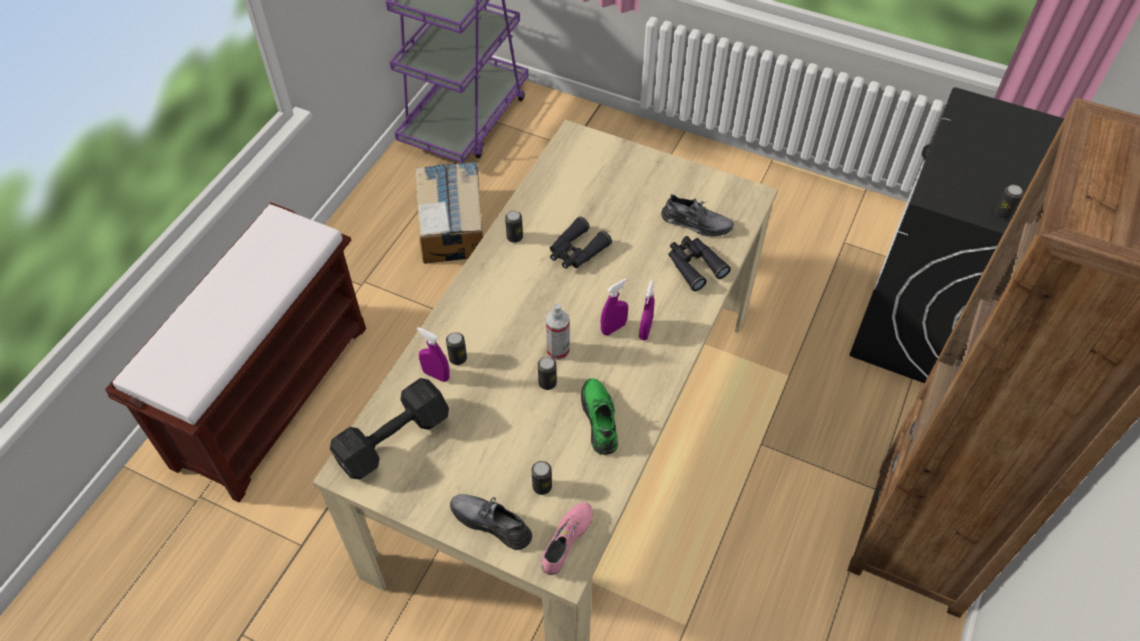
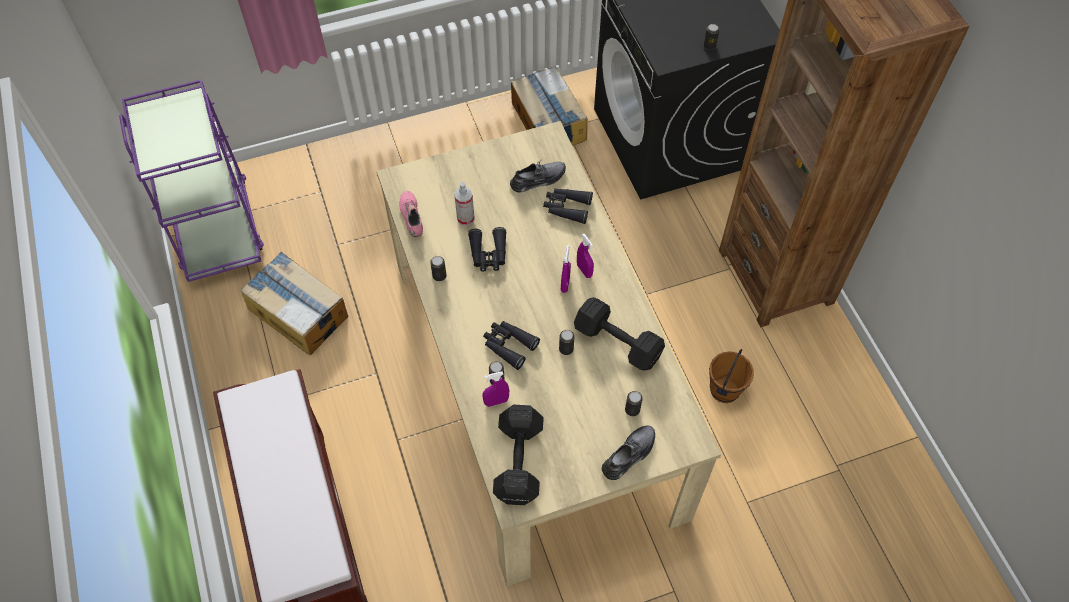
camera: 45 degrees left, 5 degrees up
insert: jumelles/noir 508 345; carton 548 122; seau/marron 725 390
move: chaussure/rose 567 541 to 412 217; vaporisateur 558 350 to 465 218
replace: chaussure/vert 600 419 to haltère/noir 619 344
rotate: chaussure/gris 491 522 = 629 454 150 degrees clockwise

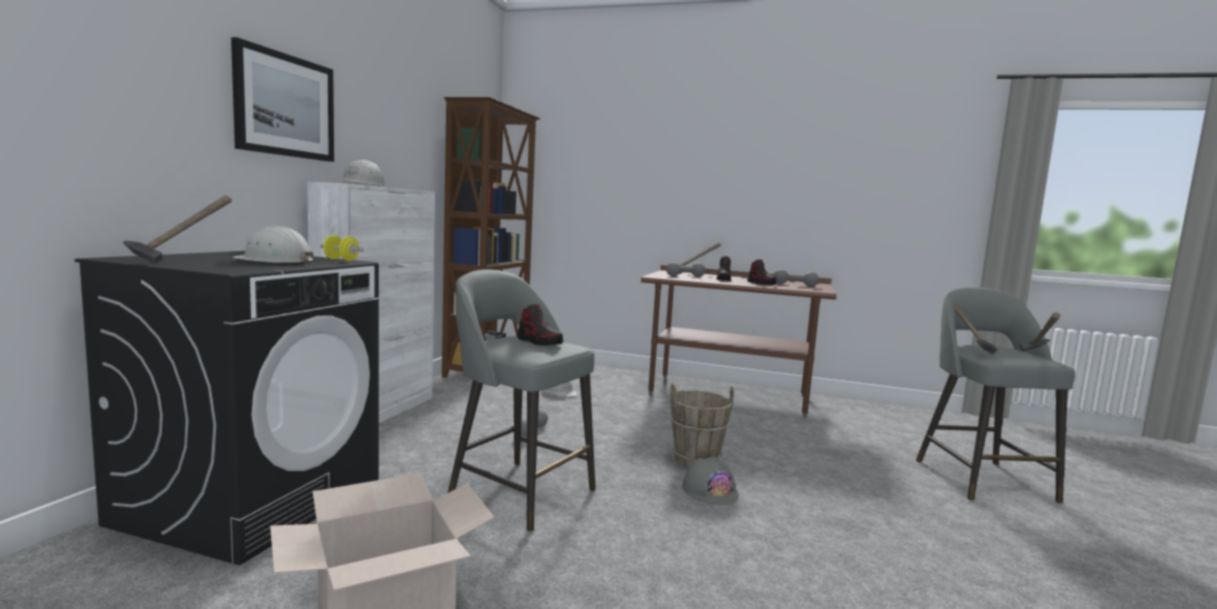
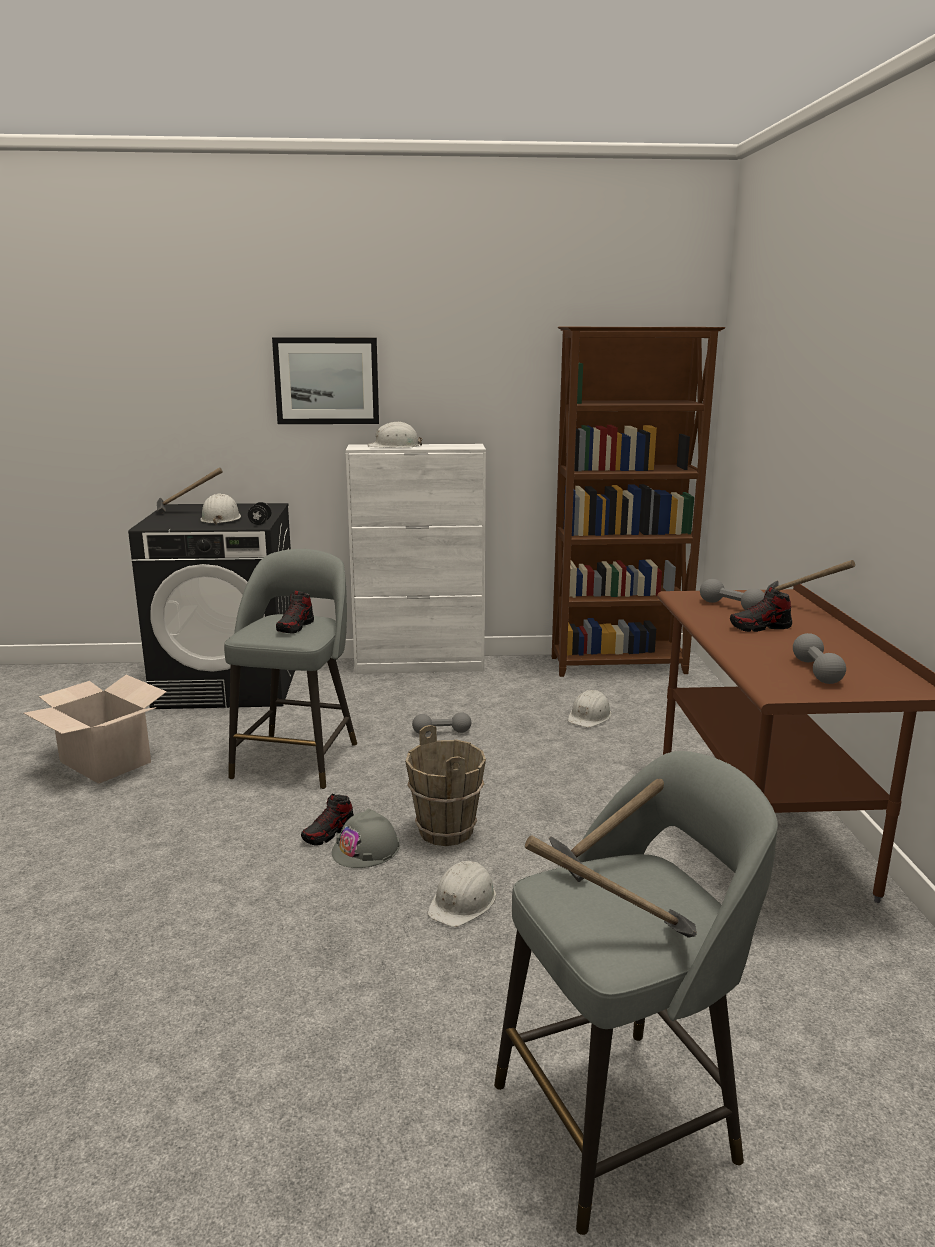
camera: 70 degrees right, 10 degrees up
insert: casque de chantier/blanc 463 902
move: chaussure 761 283 to 329 833
recolor: haltère/jaune 341 260 to haltère/noir 260 523

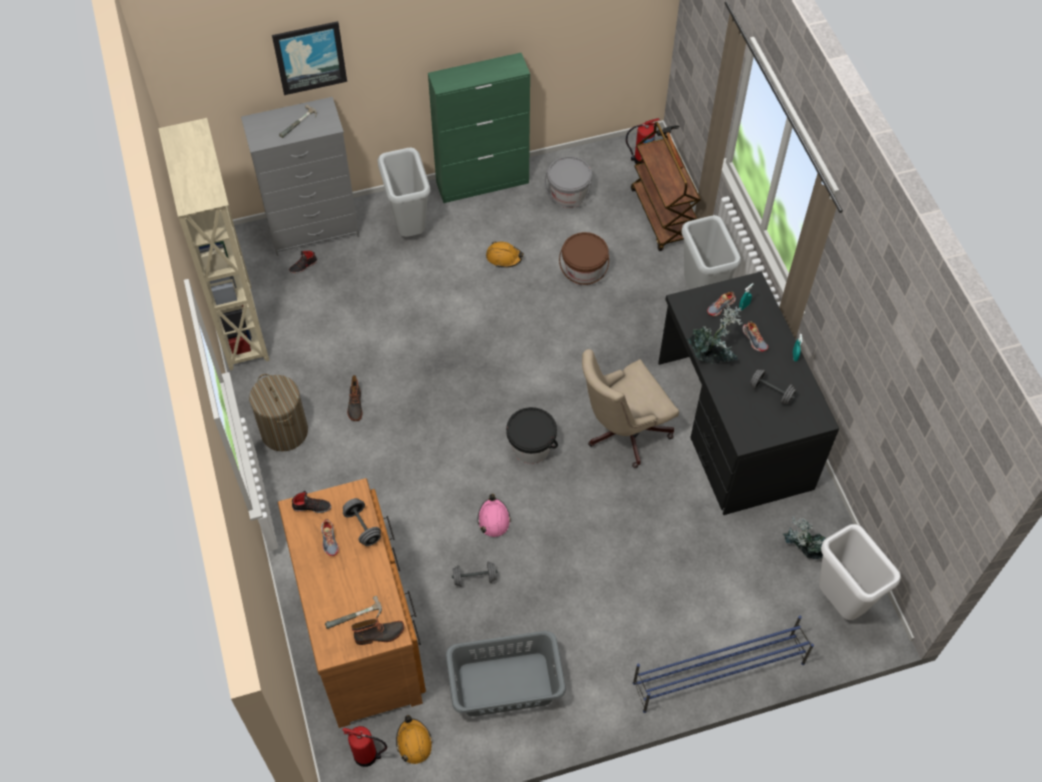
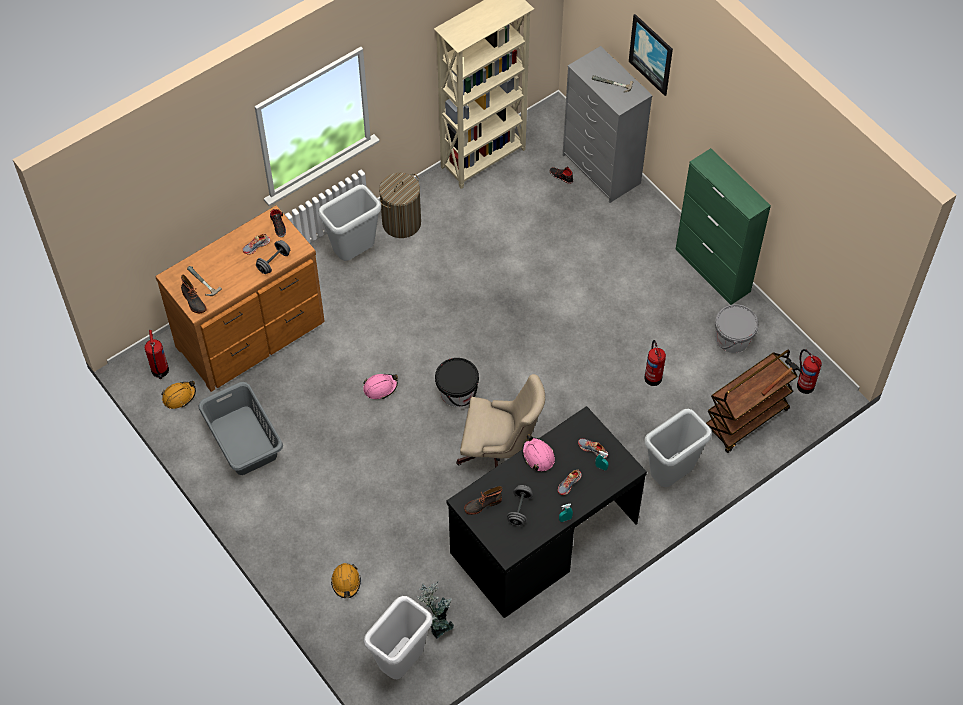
camera: 70 degrees right, 0 degrees up
delete: haltère/gris 474 578; étagère à chaussures/bleu 718 673
move: botte 355 405 to 482 504; poubelle/gris 410 228 to 354 254; casque de chantier/orange 504 257 to 346 582
replace: seau/marron 583 271 to extincteur 653 377; plante en pot 712 356 to casque de chantier/rose 538 456
rotate: chaise de bureau/beige 622 432 = 500 454 150 degrees clockwise

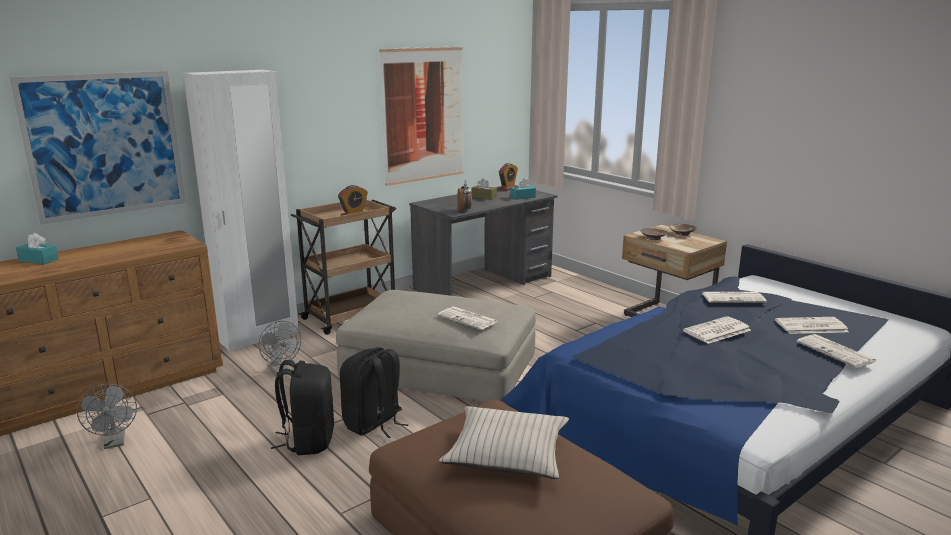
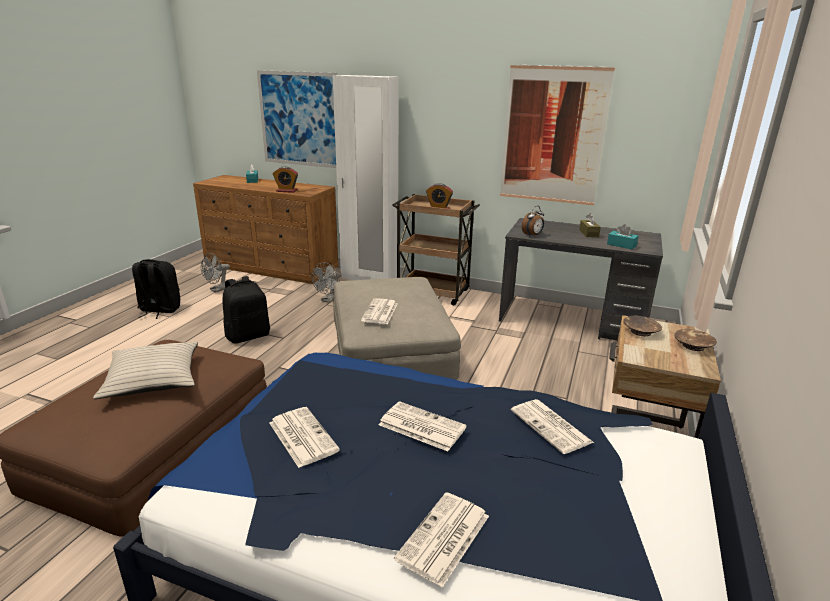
camera: 60 degrees right, 5 degrees up
move: sac à dos/noir 374 424 to 159 310; réveil 508 188 to 286 191; journal 810 326 to 302 436

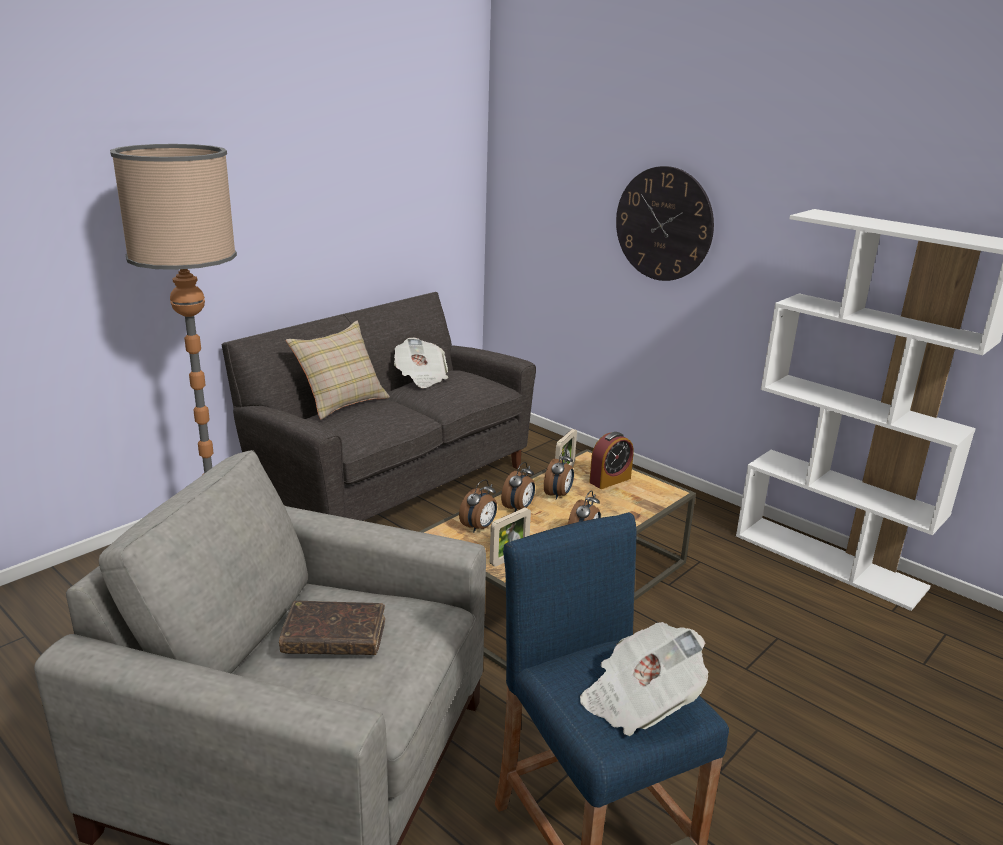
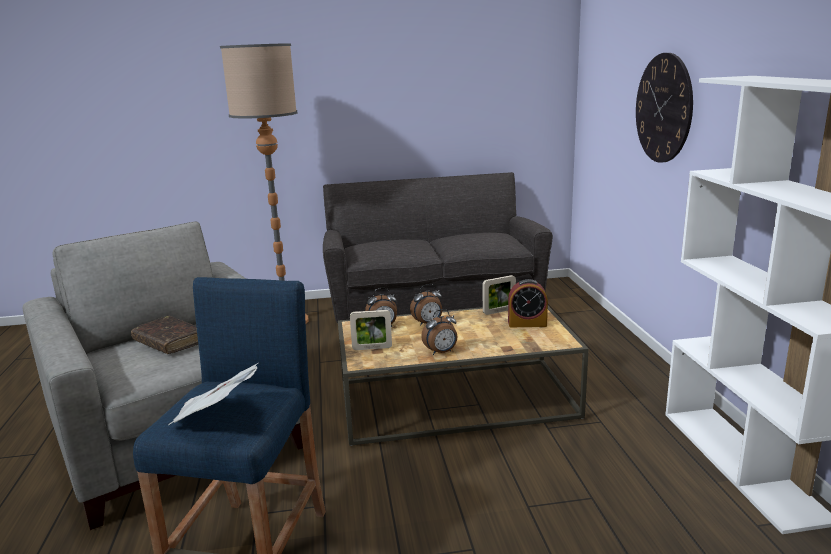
camera: 40 degrees right, 5 degrees down
delete: coussin/beige 341 402; journal 421 377; réveil 558 495

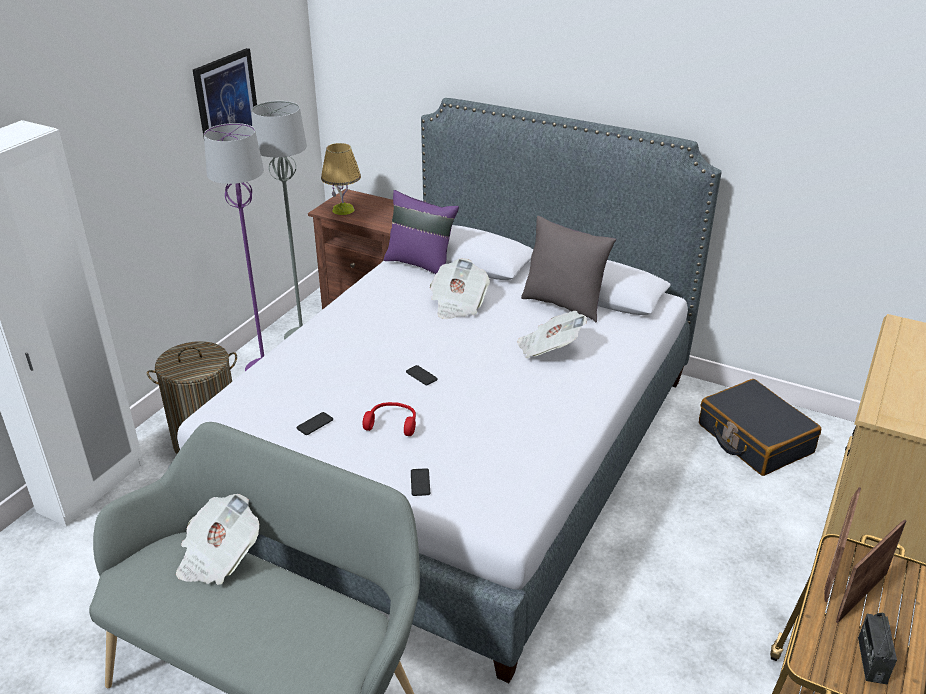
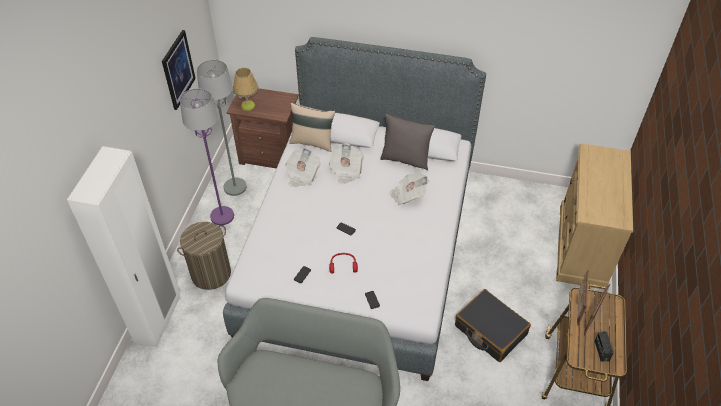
camera: 15 degrees left, 15 degrees up
move: journal 218 557 to 302 175; valise/noir 754 439 to 490 330
recolor: coussin/violet 421 264 to coussin/beige 312 142

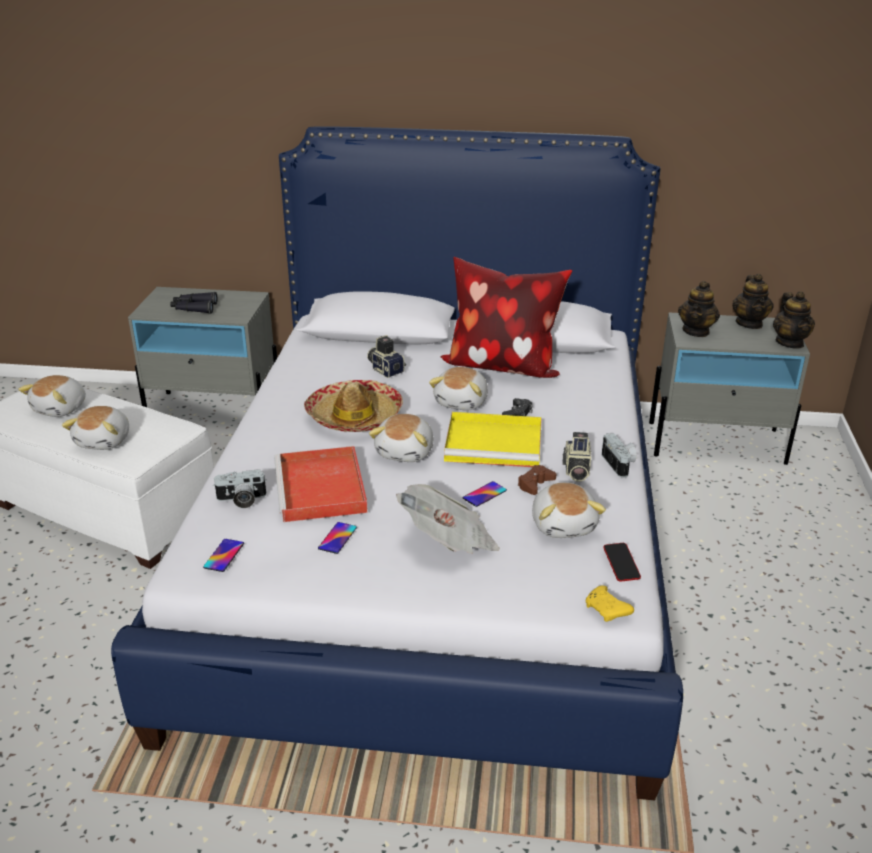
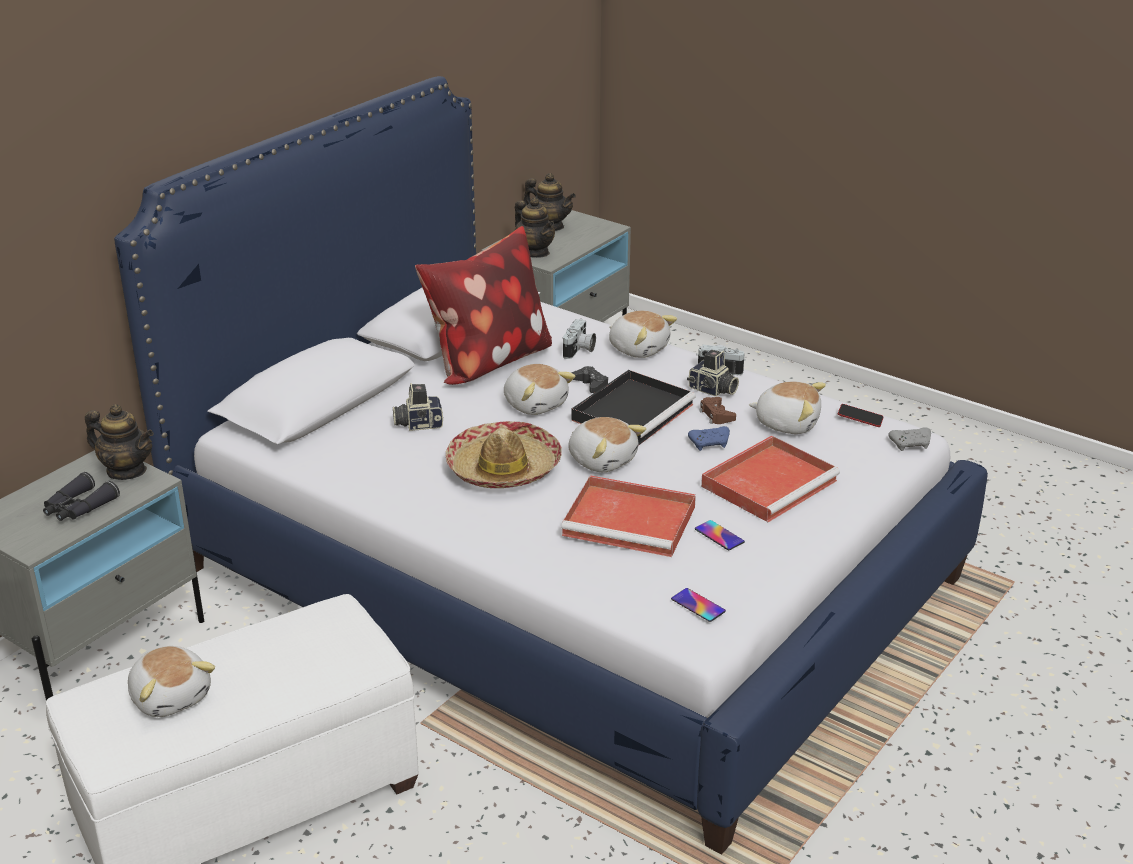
camera: 60 degrees left, 0 degrees up
move: peluche 104 441 to 639 348; appareil photo 241 500 to 579 350; théière 790 342 to 126 471
replace: journal 449 542 to plateau/rouge 770 482; téléphone 484 494 to manette/bleu 710 443
recolor: plateau/jaune 496 444 to plateau/noir 633 411; manette/jaune 607 610 to manette/gris 911 444

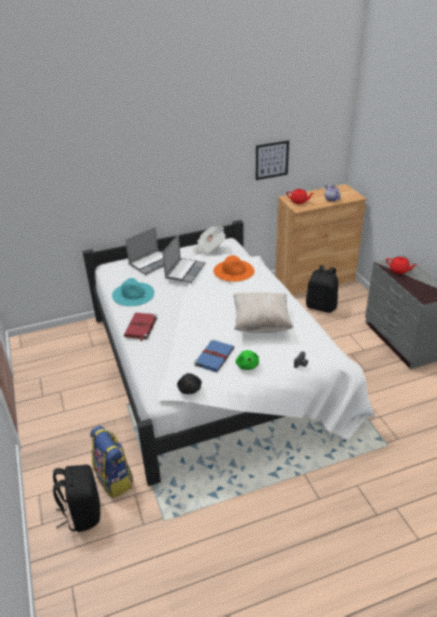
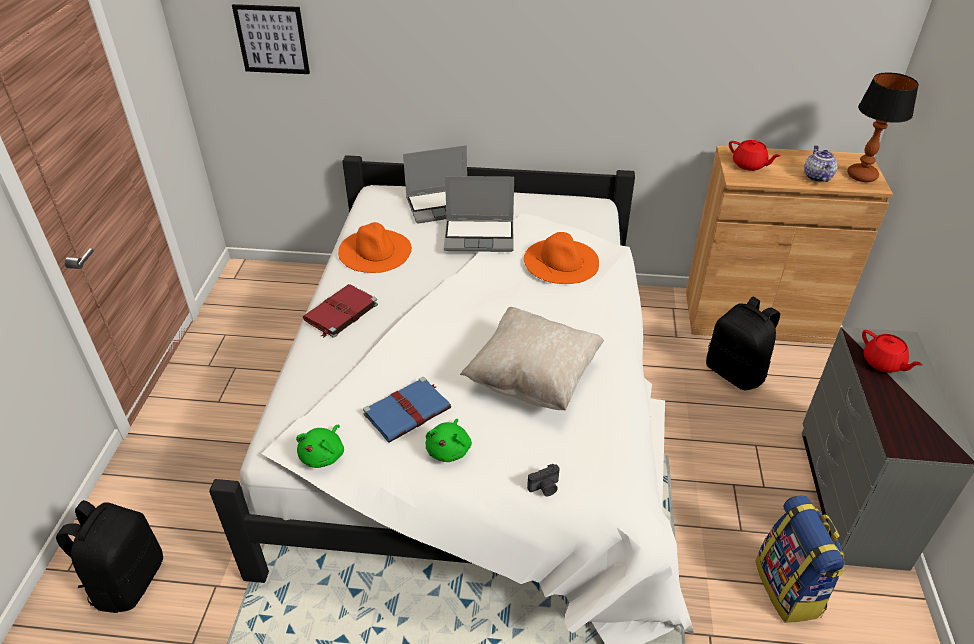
camera: 25 degrees right, 5 degrees up
delete: journal 209 248
insert: lampe de table 862 176
move: sac à dos 114 479 to 789 588; tableau 271 160 to 272 39
recolor: chapeau/turquoise 133 294 to chapeau/orange 375 250; peluche/noir 189 388 to peluche/vert 324 455
rotate: ordinateur portable 185 271 = 480 236 45 degrees clockwise

